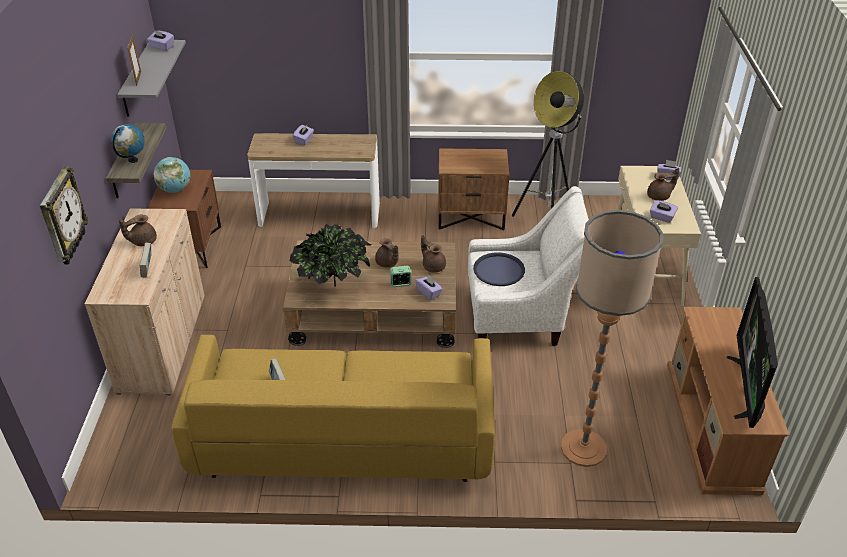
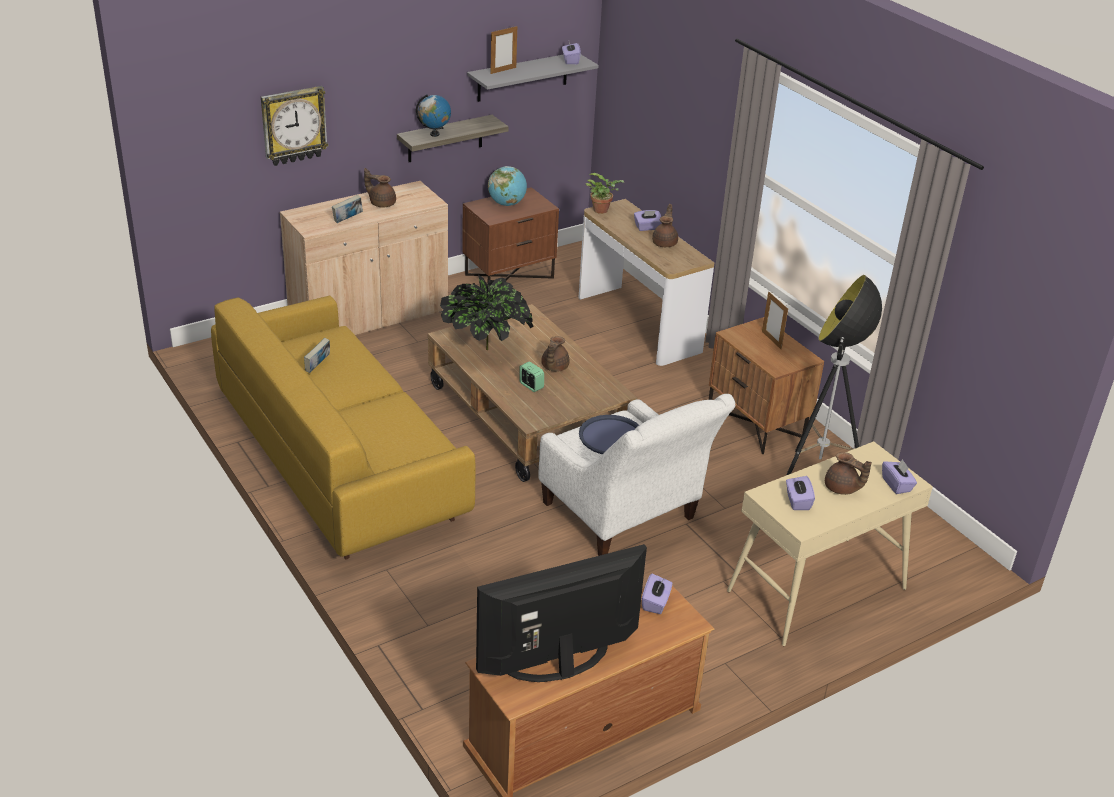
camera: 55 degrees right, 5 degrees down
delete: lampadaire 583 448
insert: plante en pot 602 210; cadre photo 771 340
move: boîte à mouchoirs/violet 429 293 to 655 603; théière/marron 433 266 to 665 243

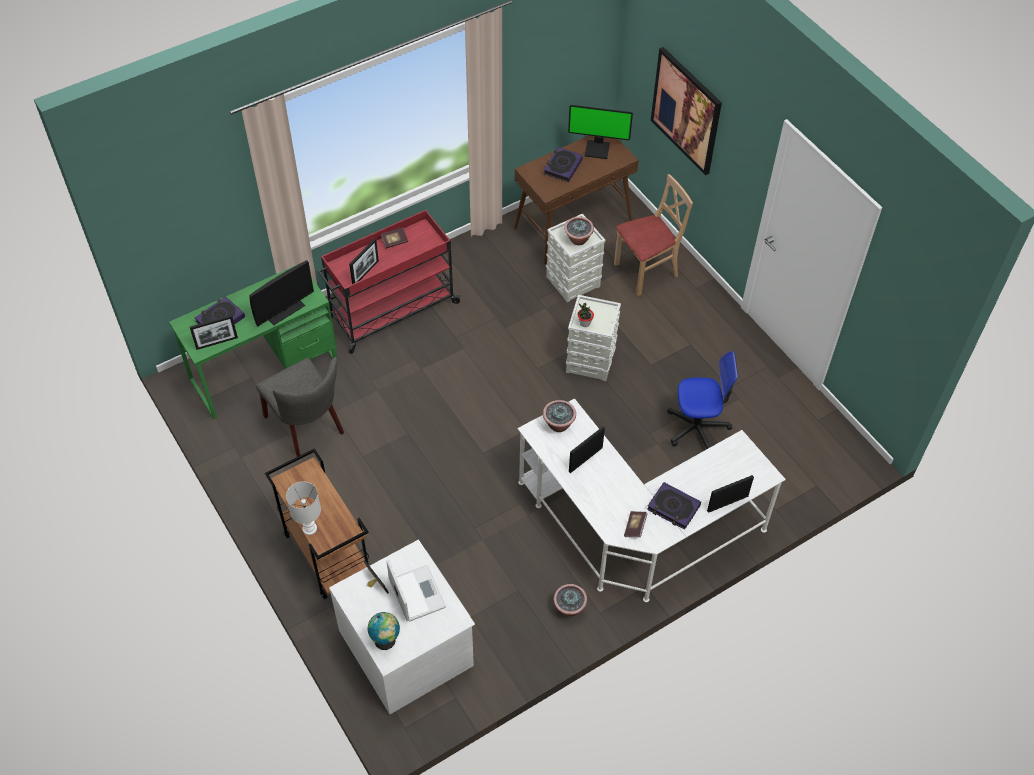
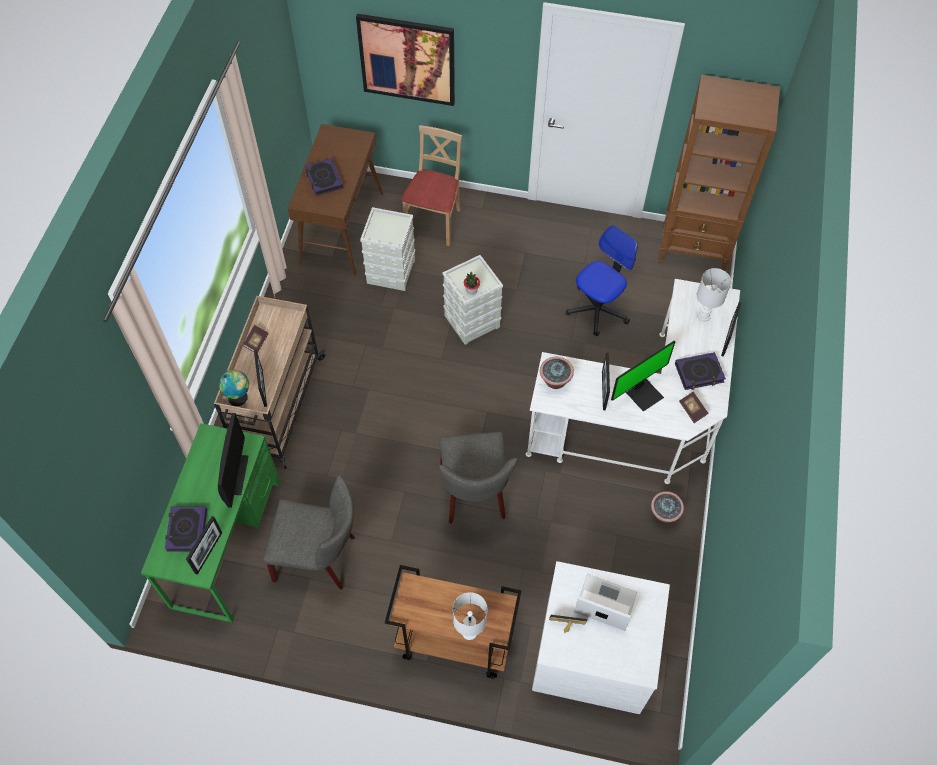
camera: 45 degrees left, 5 degrees up
delete: plante en pot 578 240
insert: chaise/gris 474 495; bibliothèque/marron 693 249; lampe de table/blanc 703 315
move: globe 386 641 to 239 397; écran d'ordinateur 597 149 to 643 394
recolor: chariot/rouge 391 311 to chariot/beige 277 407

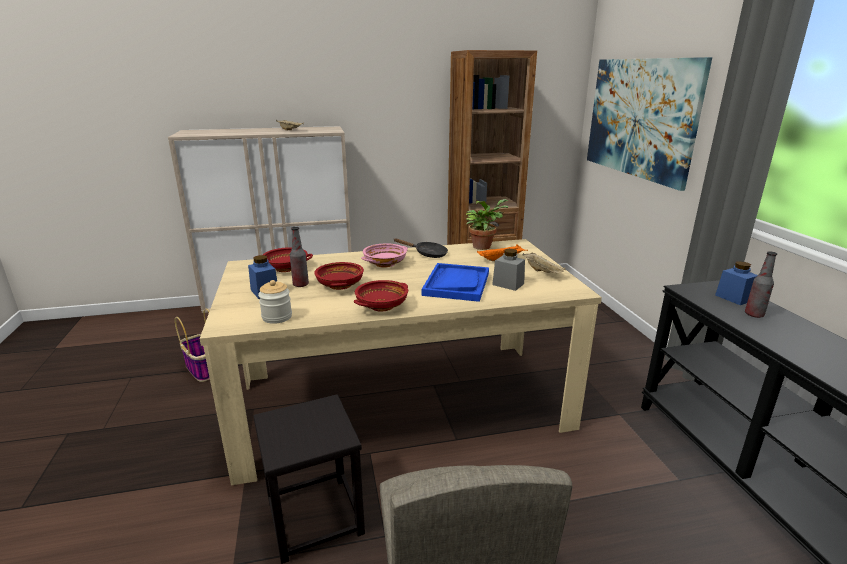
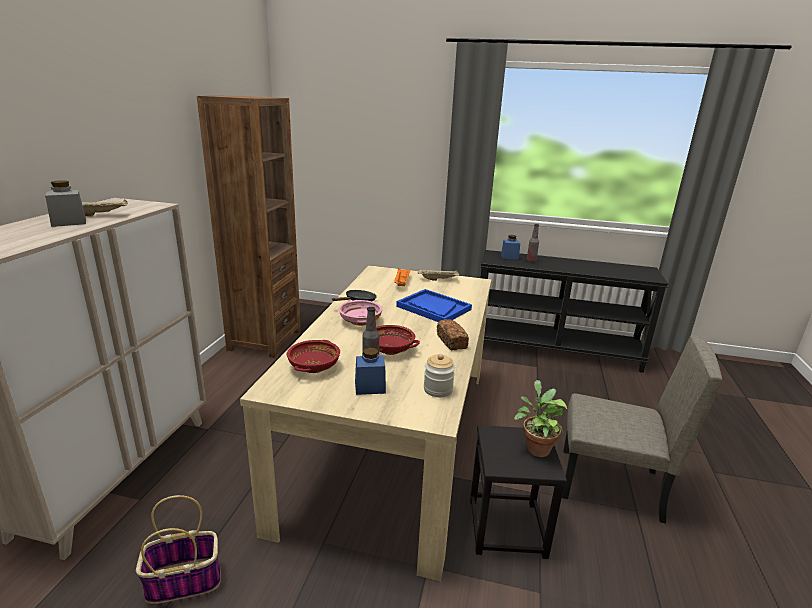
camera: 65 degrees left, 0 degrees up
delete: tableau 640 118
move: plante en pot 483 246 to 535 447; bocal/gris 508 284 to 69 222
replace: bol/rouge 382 306 to pain 451 342

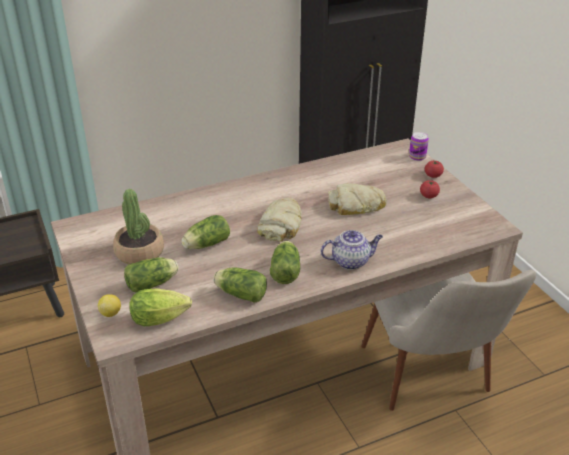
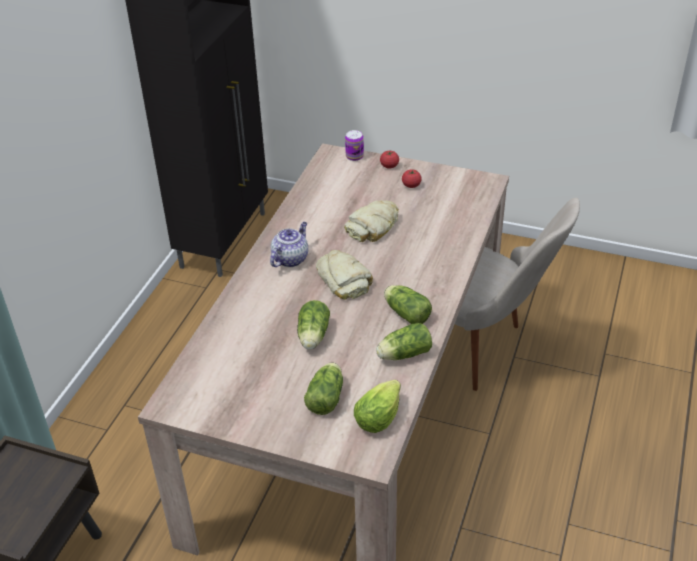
camera: 45 degrees left, 5 degrees up
delete: citron 111 313; plante en pot 140 252
move: théière 351 261 to 290 258

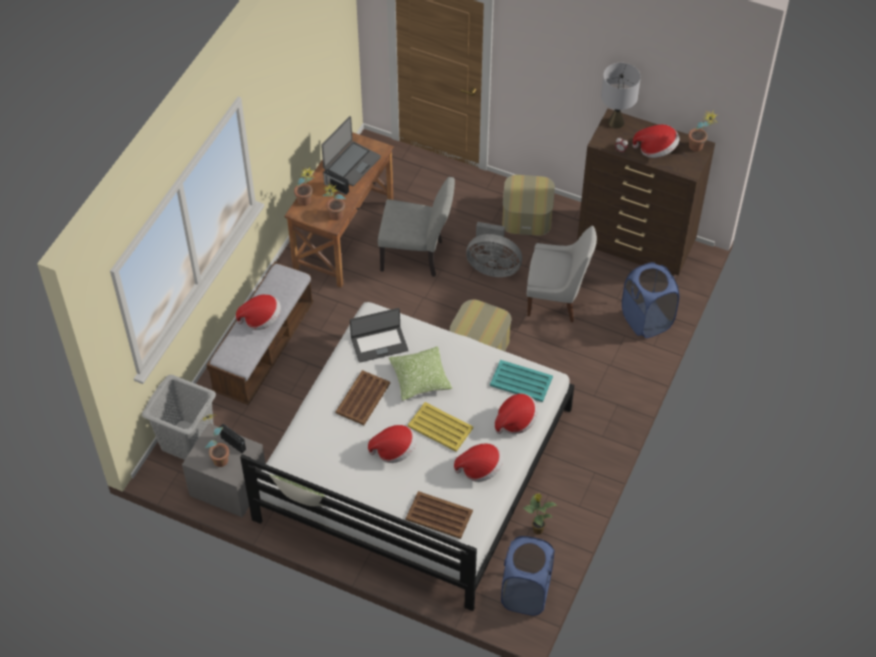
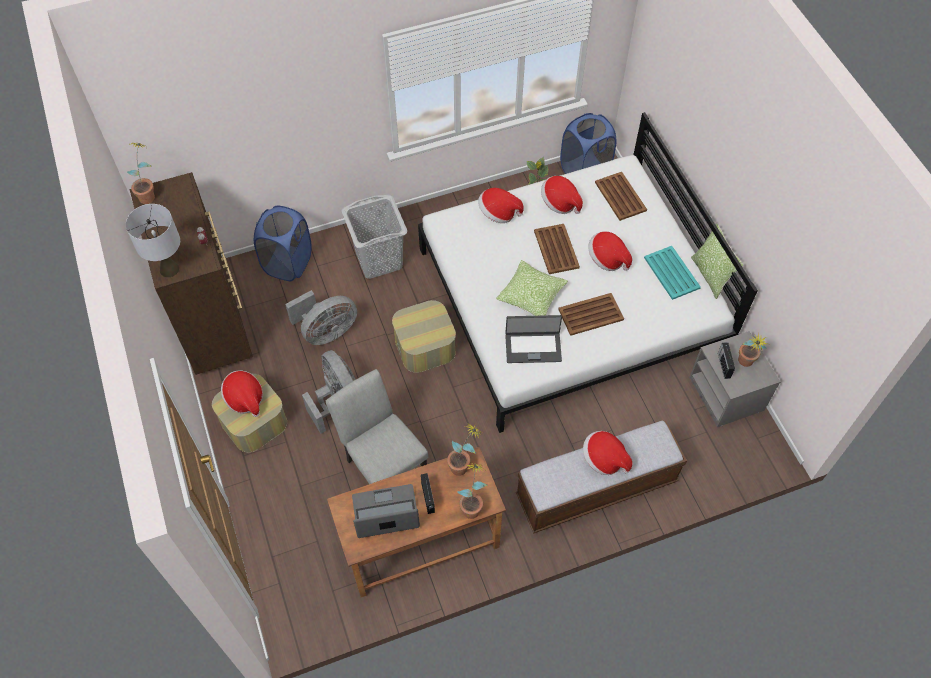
camera: 135 degrees left, 5 degrees up
move: panier à linge/gris 187 442 to 379 259; plateau/turquoise 521 381 to 671 272; chapeau 656 149 to 245 399
replace: chaise/blanc 556 299 to ventilateur/gris 326 332
recolor: plateau/jaune 440 427 to plateau/marron 556 250
rotate: ordinateur portable 379 344 = 533 347 150 degrees clockwise

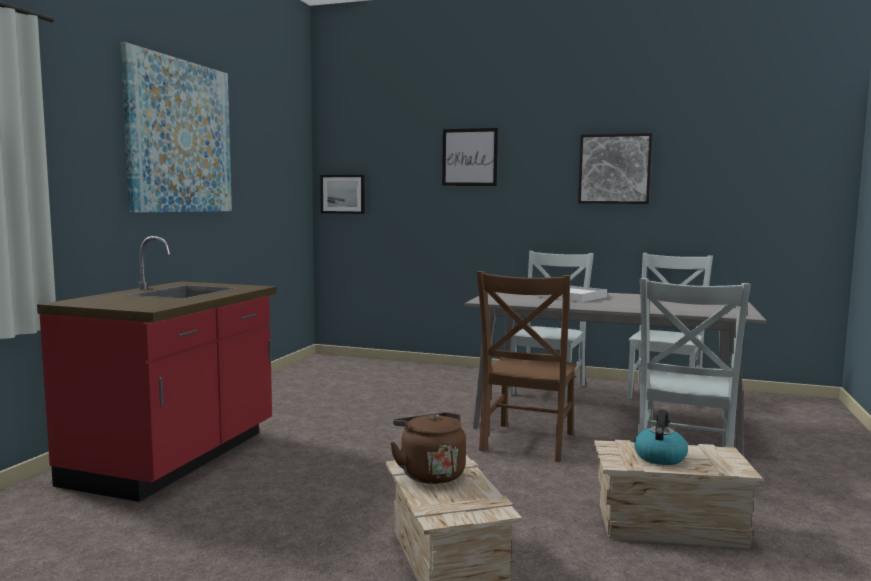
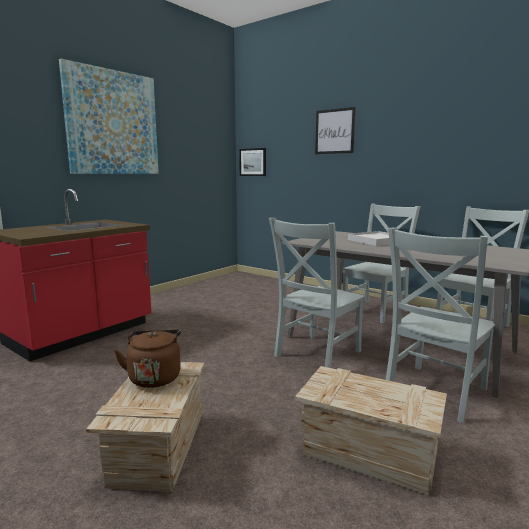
camera: 20 degrees right, 5 degrees up
delete: tableau 614 169; bouilloire 659 457
recolor: chaise/marron 526 443 to chaise/gris 315 355

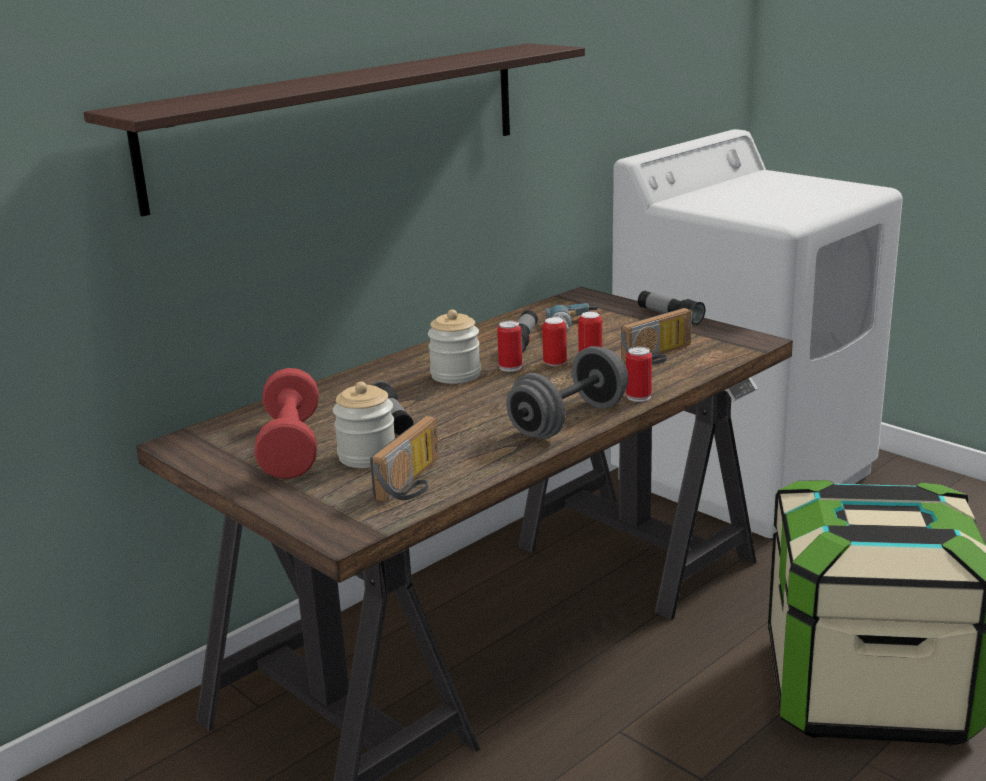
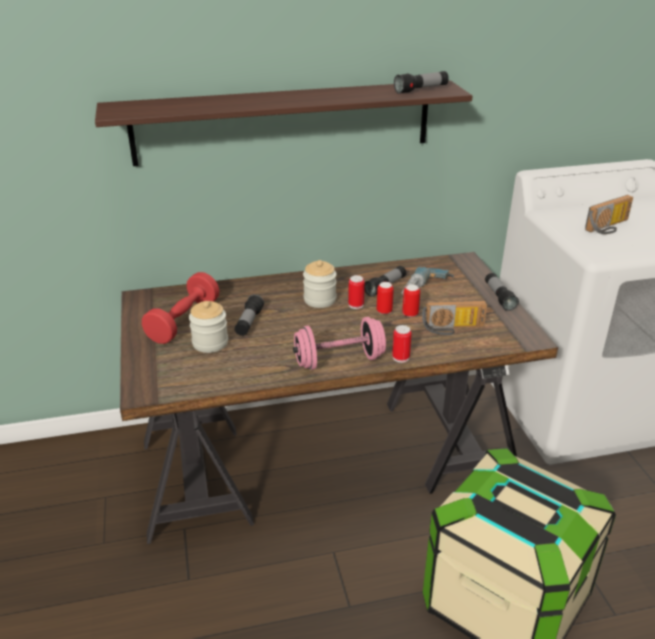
camera: 30 degrees right, 10 degrees up
insert: lampe de poche 421 90
move: radio 414 482 to 609 227
recolor: haltère/gris 569 421 to haltère/rose 339 360

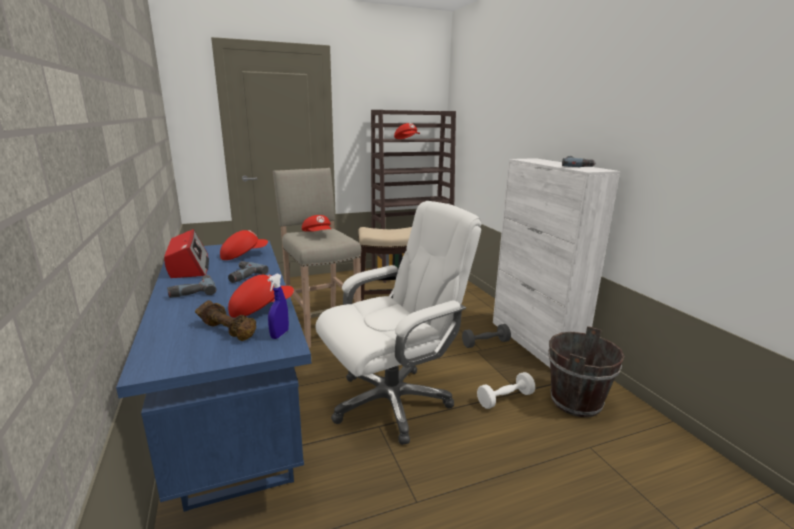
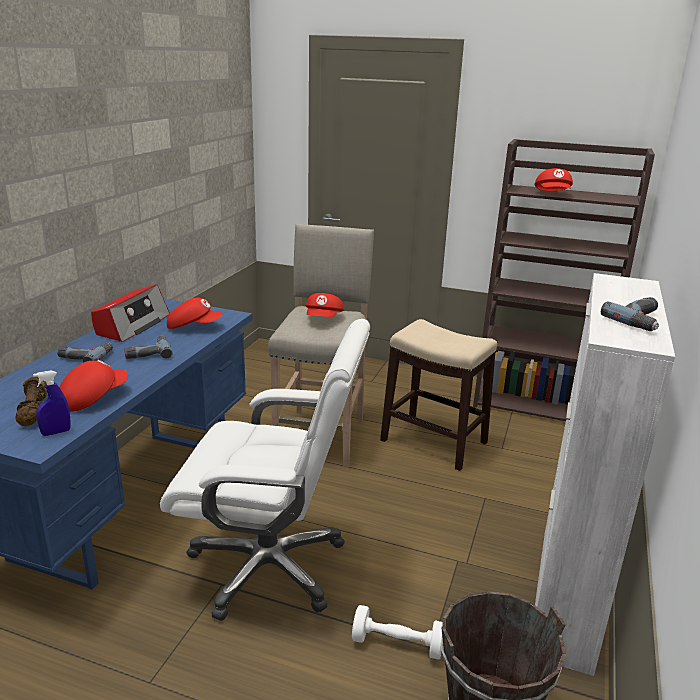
camera: 40 degrees right, 5 degrees up
delete: haltère/gris 485 343
rotate: casquette/rouge 260 309 = 93 398 60 degrees counterclockwise

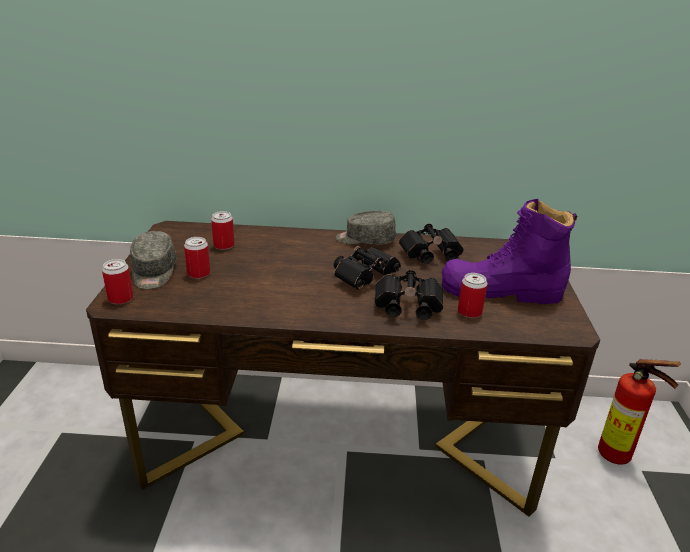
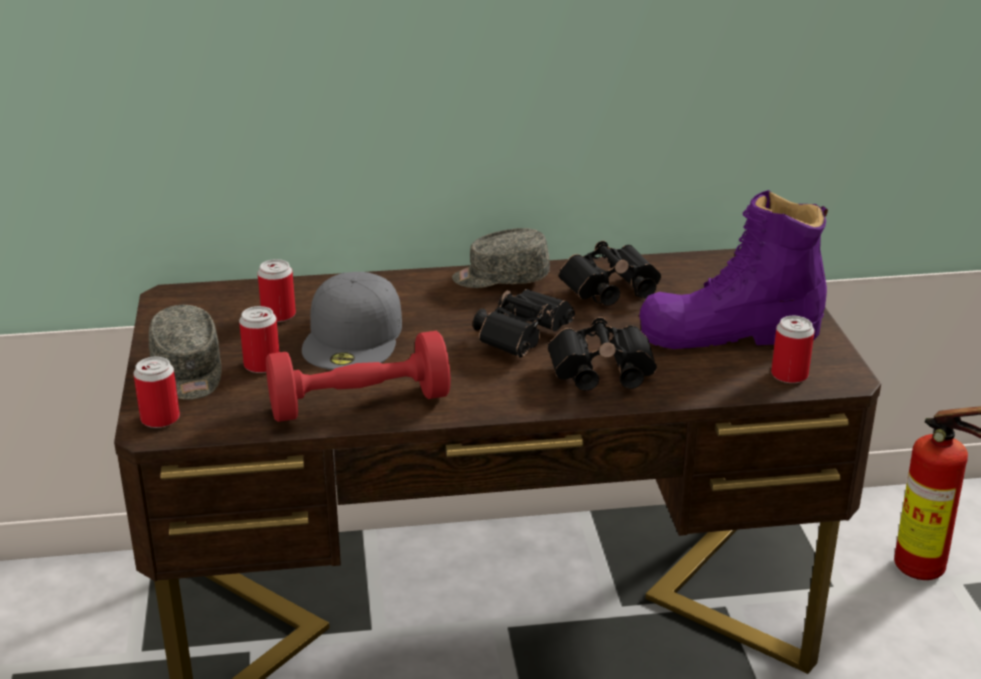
camera: 10 degrees left, 0 degrees up
insert: haltère/rouge 359 404; casquette/gris 354 337
move: boîte métallique 469 312 to 789 375

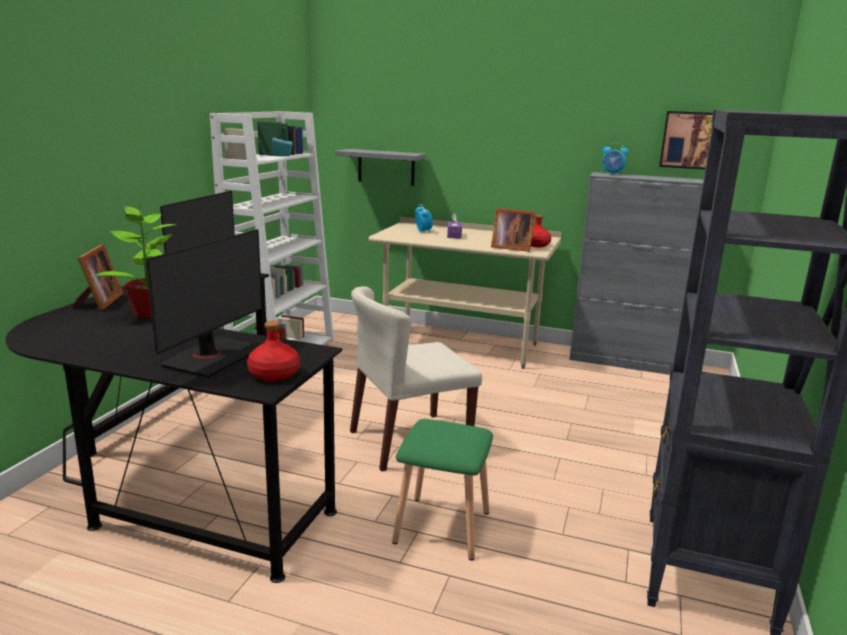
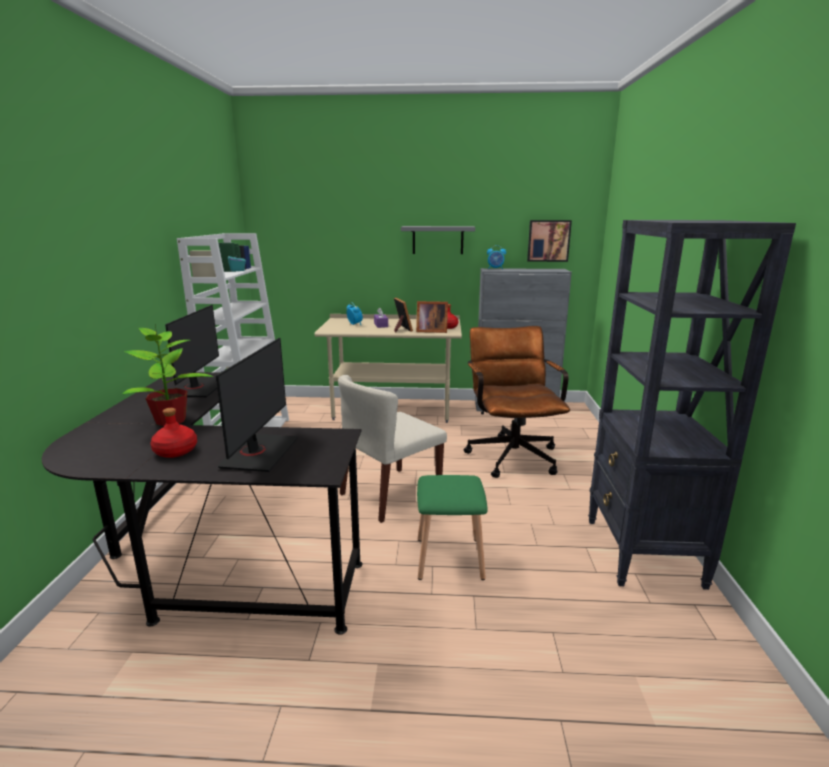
camera: 15 degrees left, 0 degrees up
insert: chaise de bureau/marron 511 453
move: cadre photo 99 302 to 401 329; bouteille/rouge 273 374 to 175 451; étagère/gris 386 167 to 438 240

